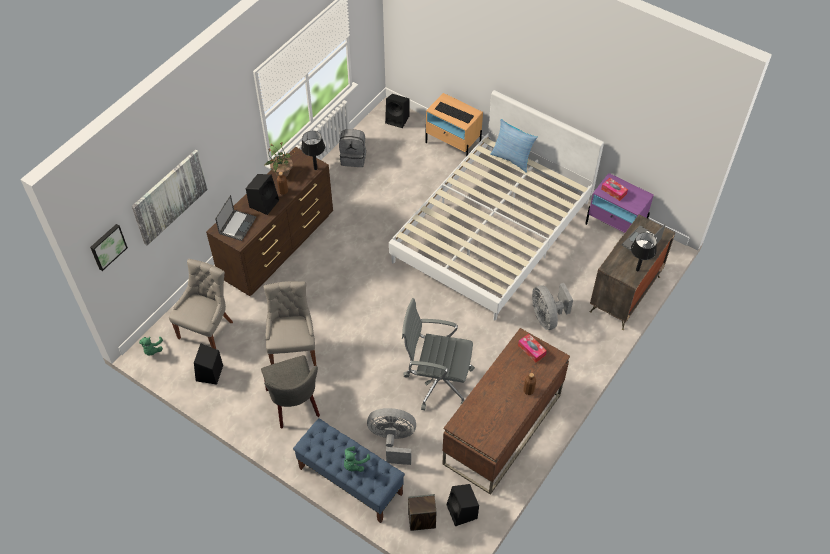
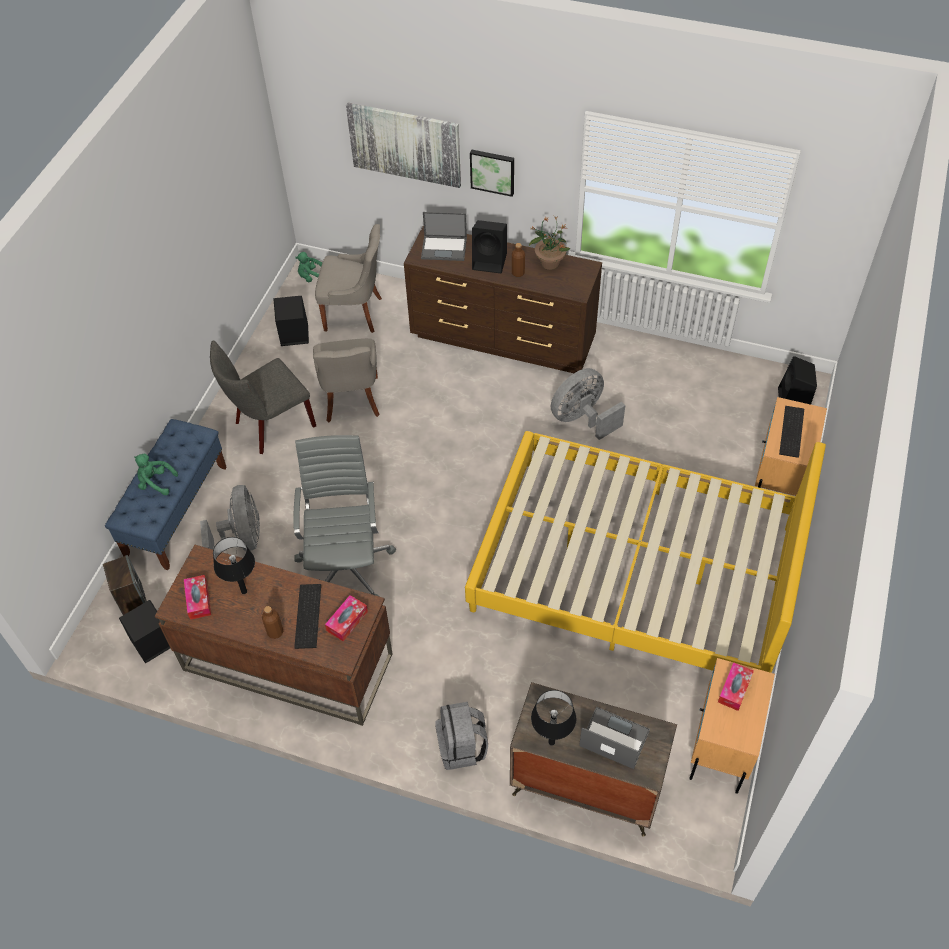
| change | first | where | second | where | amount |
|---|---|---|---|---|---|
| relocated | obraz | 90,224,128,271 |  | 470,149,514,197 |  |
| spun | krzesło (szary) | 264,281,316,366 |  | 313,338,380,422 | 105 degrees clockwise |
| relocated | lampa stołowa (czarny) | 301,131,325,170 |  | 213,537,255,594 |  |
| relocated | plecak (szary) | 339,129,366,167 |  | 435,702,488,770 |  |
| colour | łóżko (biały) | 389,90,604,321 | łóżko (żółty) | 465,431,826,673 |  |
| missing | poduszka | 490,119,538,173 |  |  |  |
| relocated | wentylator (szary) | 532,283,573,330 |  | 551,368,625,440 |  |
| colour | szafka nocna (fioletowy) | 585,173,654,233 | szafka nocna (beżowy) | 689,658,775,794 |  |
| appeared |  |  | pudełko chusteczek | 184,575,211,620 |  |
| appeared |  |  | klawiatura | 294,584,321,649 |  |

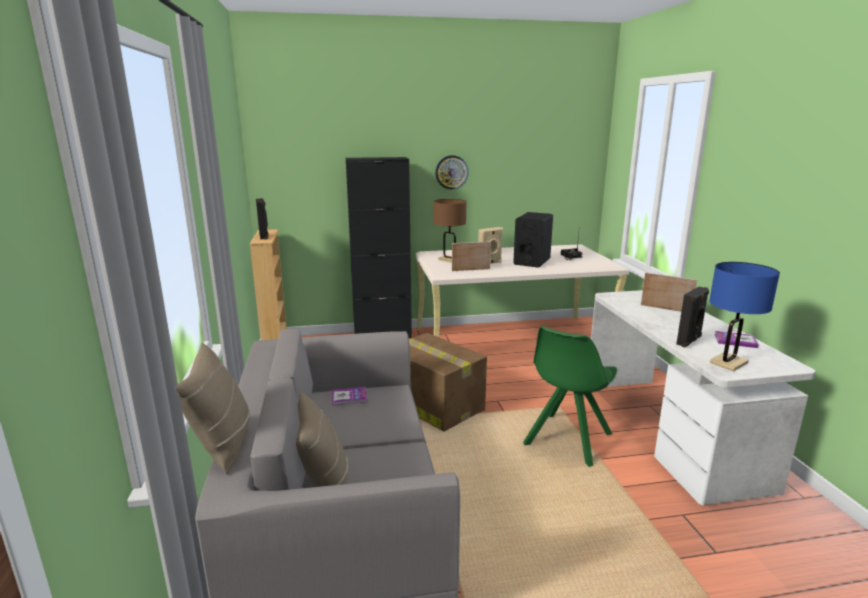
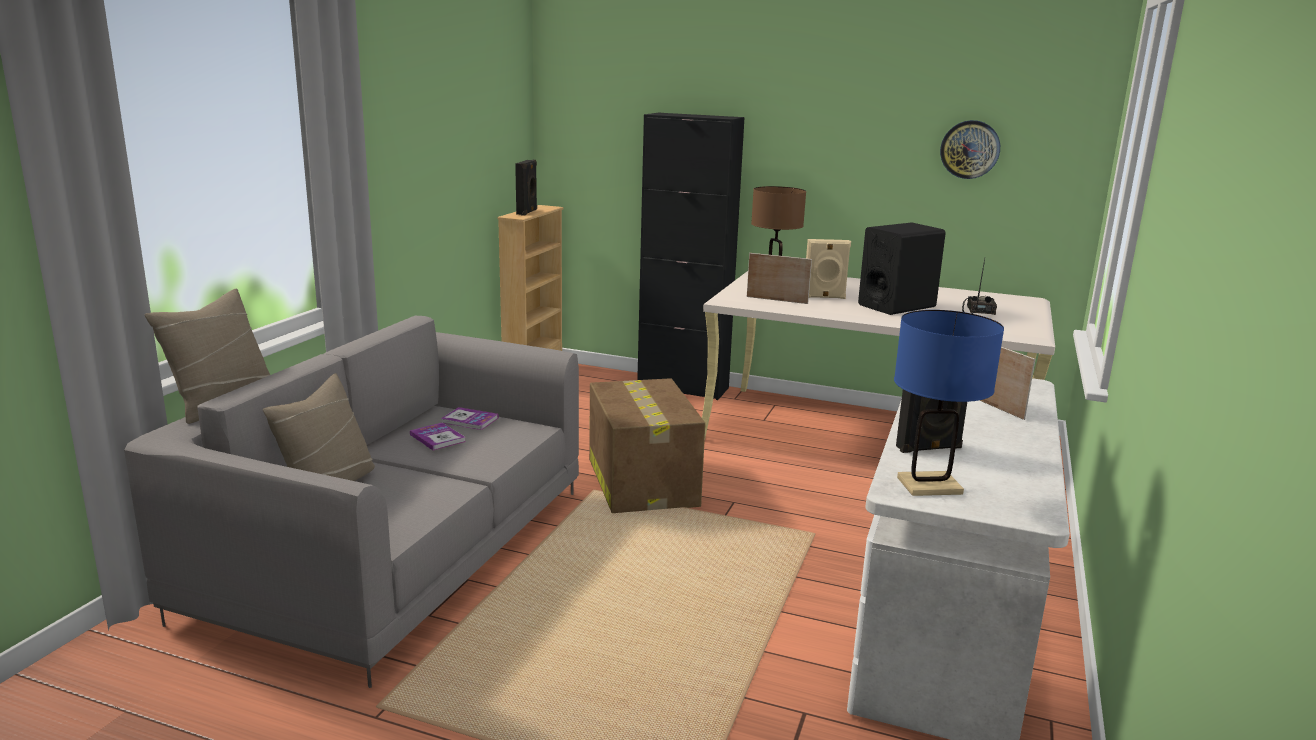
| change | first | where | second | where | amount |
|---|---|---|---|---|---|
| relocated | zegar ścienny | 435,155,469,190 |  | 940,120,1000,179 |  |
| missing | krzesło (zielony) | 523,326,618,467 |  |  |  |
| relocated | książka | 715,331,759,348 |  | 410,423,465,450 |  |

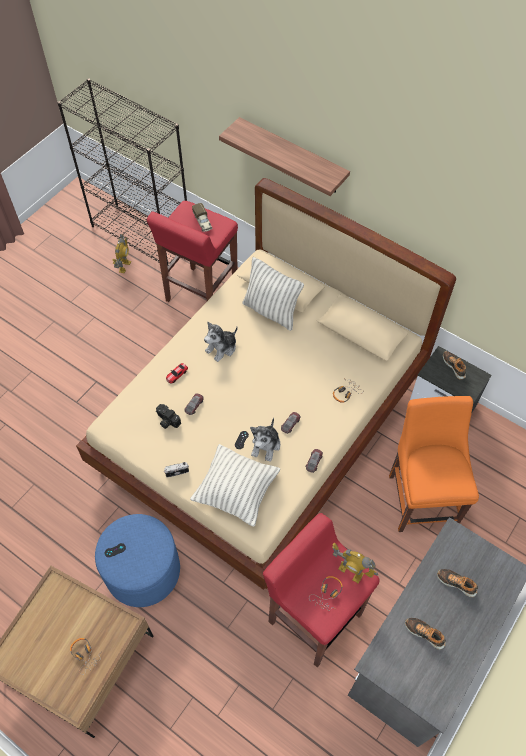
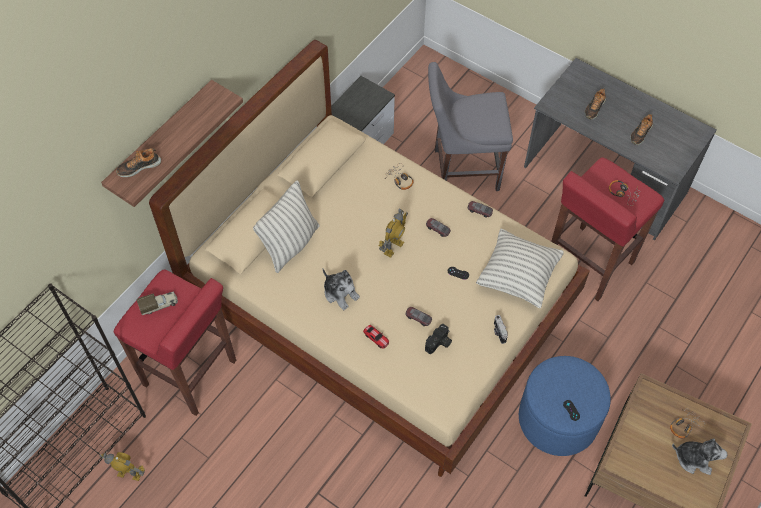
| change | first | where | second | where | amount |
|---|---|---|---|---|---|
| relocated | pluszak | 250,417,280,462 |  | 672,439,727,475 |  |
| relocated | robot zabawkowy | 332,543,378,584 |  | 379,208,408,258 |  |
| colour | krzesło (pomarańczowy) | 389,396,479,532 | krzesło (szary) | 428,62,513,191 |  |
| relocated | but | 443,351,466,379 |  | 116,148,161,177 |  |

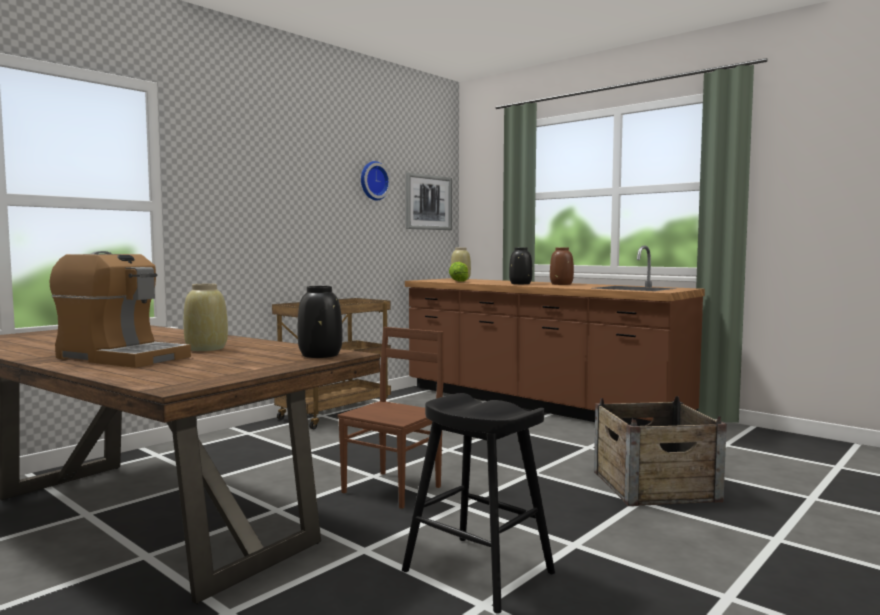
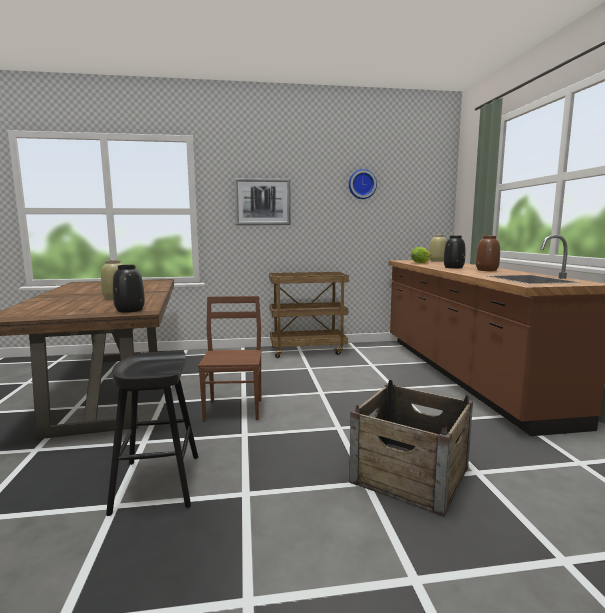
| change | first | where | second | where | amount |
|---|---|---|---|---|---|
| missing | ekspres do kawy | 50,251,191,368 |  |  |  |
| spun | krzesło (brązowy) | 338,327,444,509 |  | 198,296,262,421 | 75 degrees counterclockwise |
| relocated | obraz | 406,173,452,230 |  | 234,178,291,225 |  |

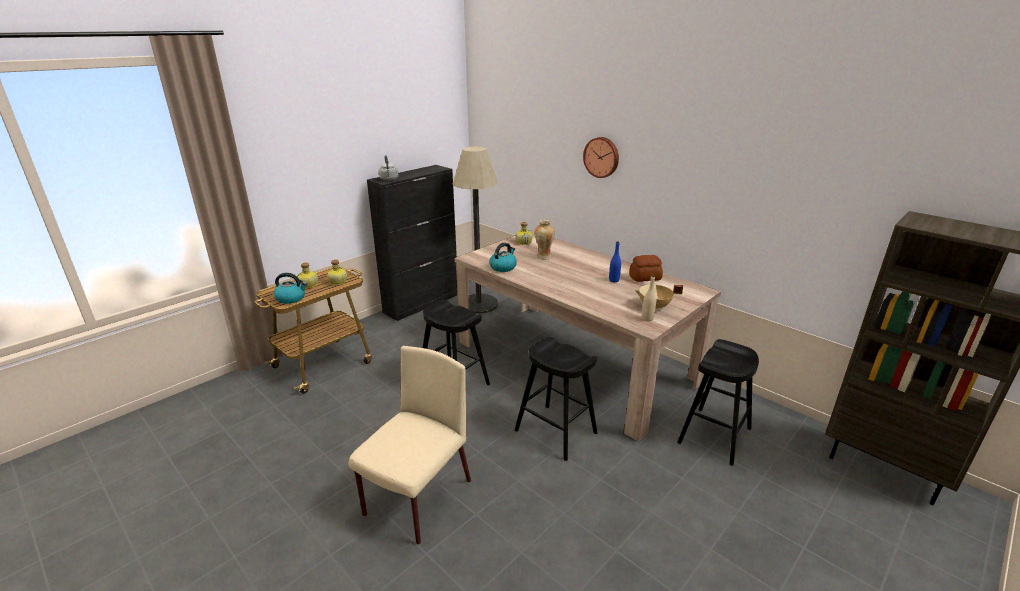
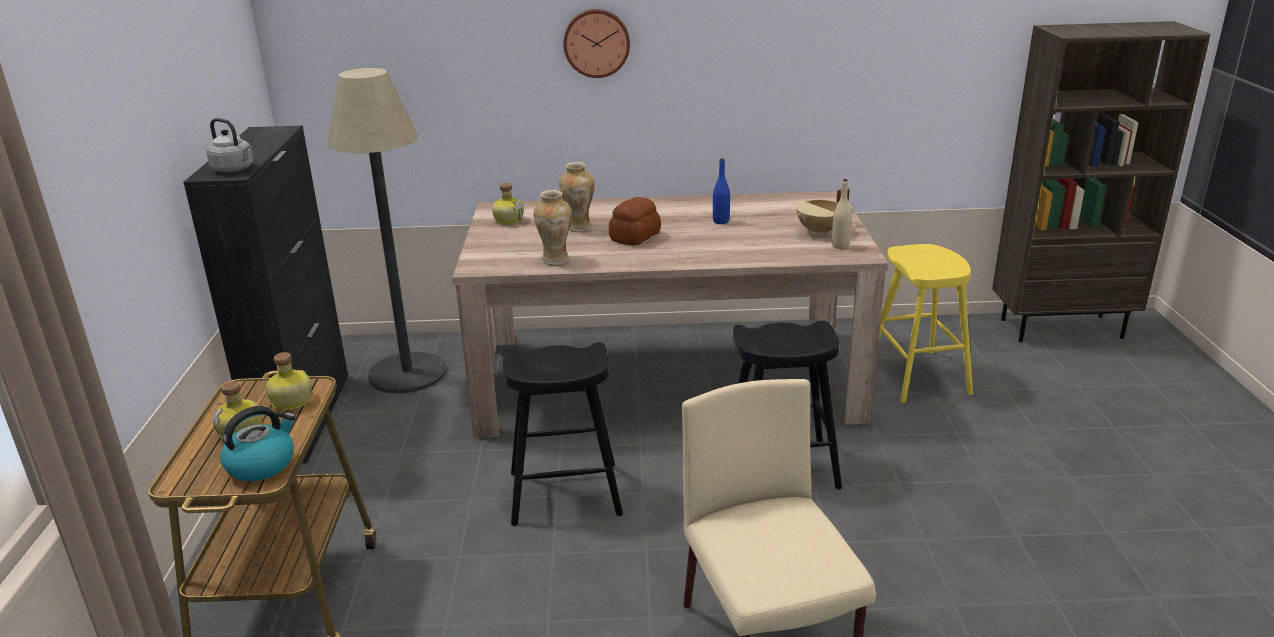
| change | first | where | second | where | amount |
|---|---|---|---|---|---|
| exchanged | czajnik | 489,242,517,272 | wazon | 533,190,572,265 |  |
| relocated | chleb | 629,255,663,282 |  | 609,197,661,246 |  |
| colour | stołek (czarny) | 677,339,759,466 | stołek (żółty) | 879,244,973,403 |  |

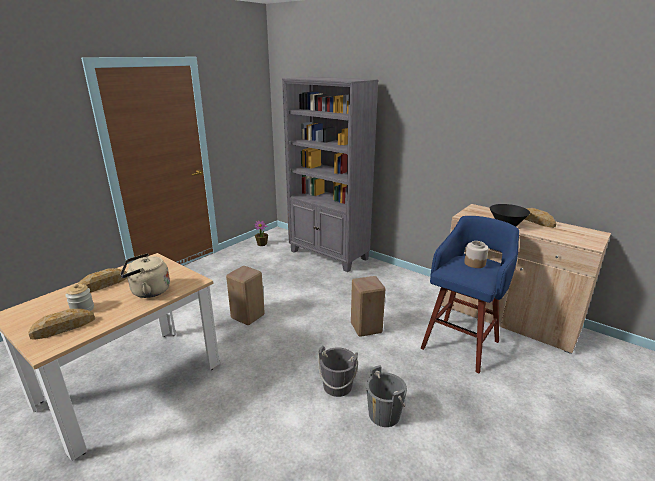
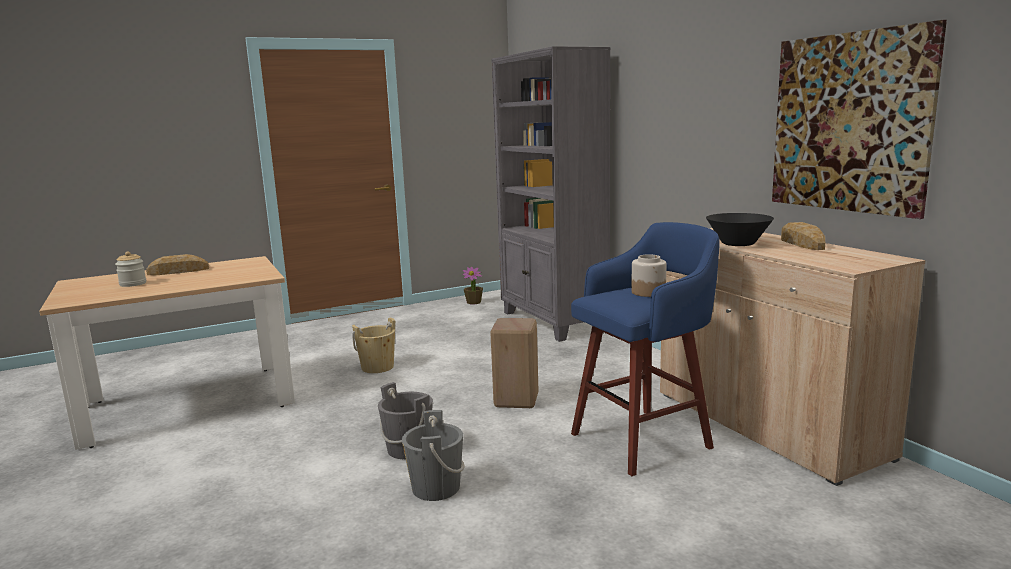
| change | first | where | second | where | amount |
|---|---|---|---|---|---|
| missing | chleb | 28,309,95,340 |  |  |  |
| missing | czajnik (beżowy) | 120,253,170,298 |  |  |  |
| exchanged | stołek (beżowy) | 226,266,265,325 | wiadro (beżowy) | 352,318,395,373 |  |
| appeared |  |  | obraz | 772,20,947,219 |  |

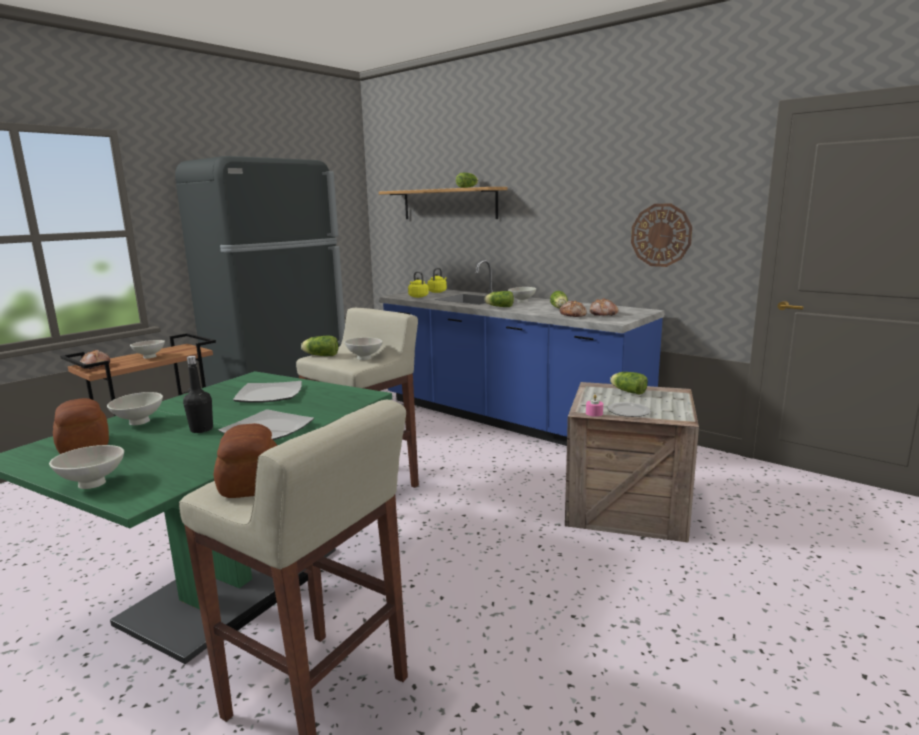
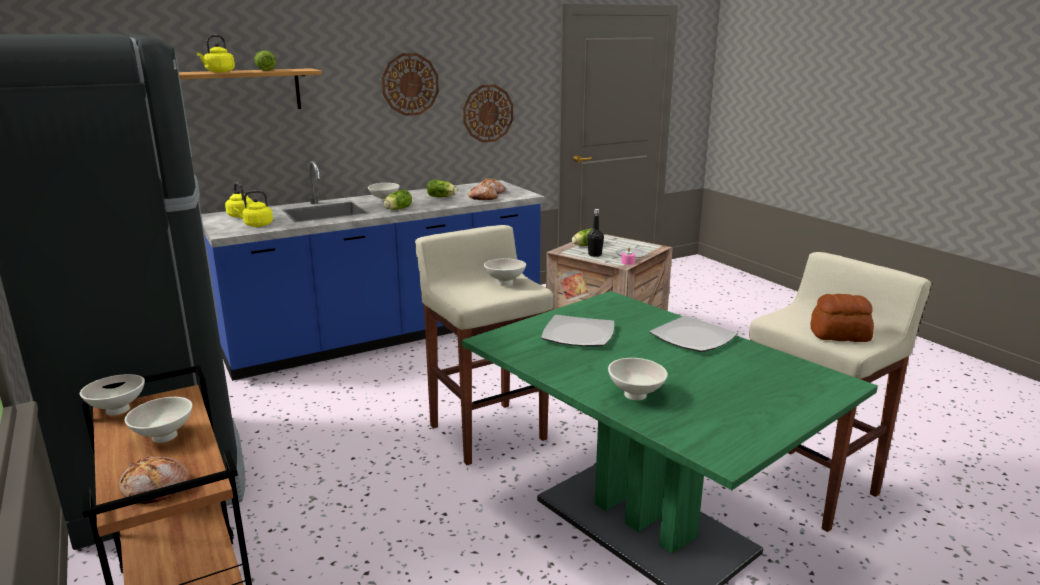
| change | first | where | second | where | amount |
|---|---|---|---|---|---|
| relocated | miska (biały) | 49,445,124,489 |  | 80,374,145,416 |  |
| missing | chleb | 53,398,109,454 |  |  |  |
| relocated | butelka (czarny) | 183,356,213,433 |  | 587,209,604,257 |  |
| missing | sałata | 301,336,339,356 |  |  |  |
| appeared |  |  | czajnik (żółty) | 197,35,235,72 |  |
| appeared |  |  | zegar ścienny | 381,53,439,116 |  |

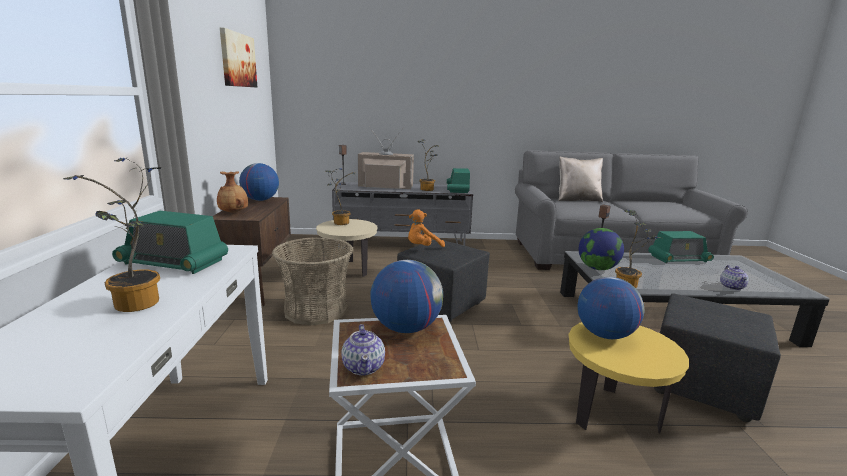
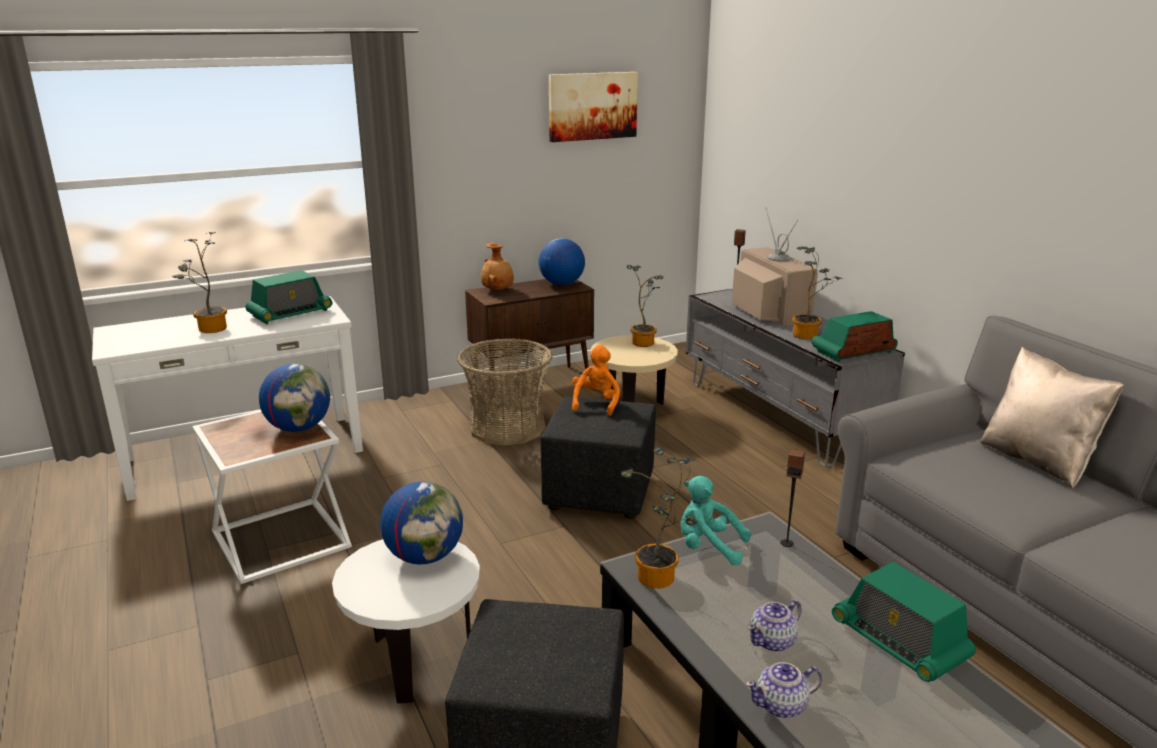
| change | first | where | second | where | amount |
|---|---|---|---|---|---|
| spun | radio | 112,211,228,274 |  | 246,270,332,324 | 120 degrees counterclockwise |
| relocated | imbryk | 341,324,385,376 |  | 747,600,802,652 |  |
| spun | pluszak (pomarańczowy) | 408,209,445,247 |  | 572,345,620,416 | 75 degrees clockwise |
| colour | stolik (żółty) | 569,322,689,433 | stolik (biały) | 332,539,480,703 |  |
| exchanged | globus | 579,228,624,270 | pluszak (turkusowy) | 680,476,751,566 |  |

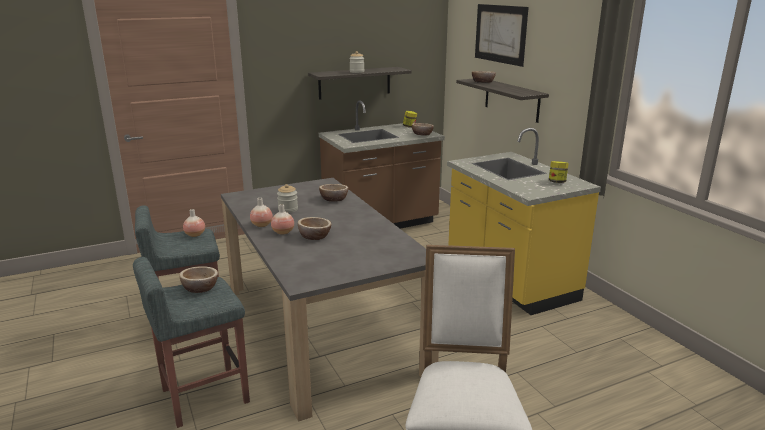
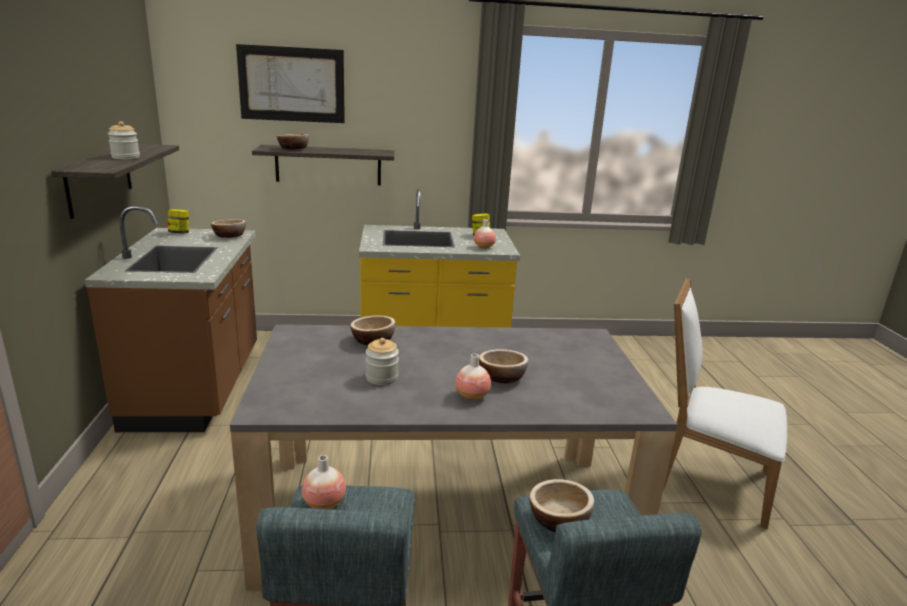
| change | first | where | second | where | amount |
|---|---|---|---|---|---|
| relocated | wazon | 250,198,273,227 |  | 474,219,496,249 |  |

